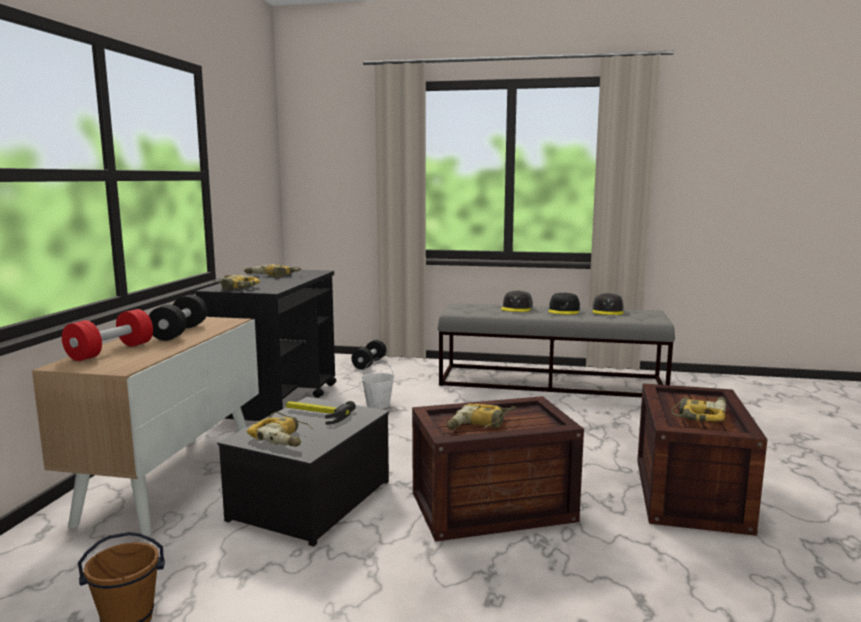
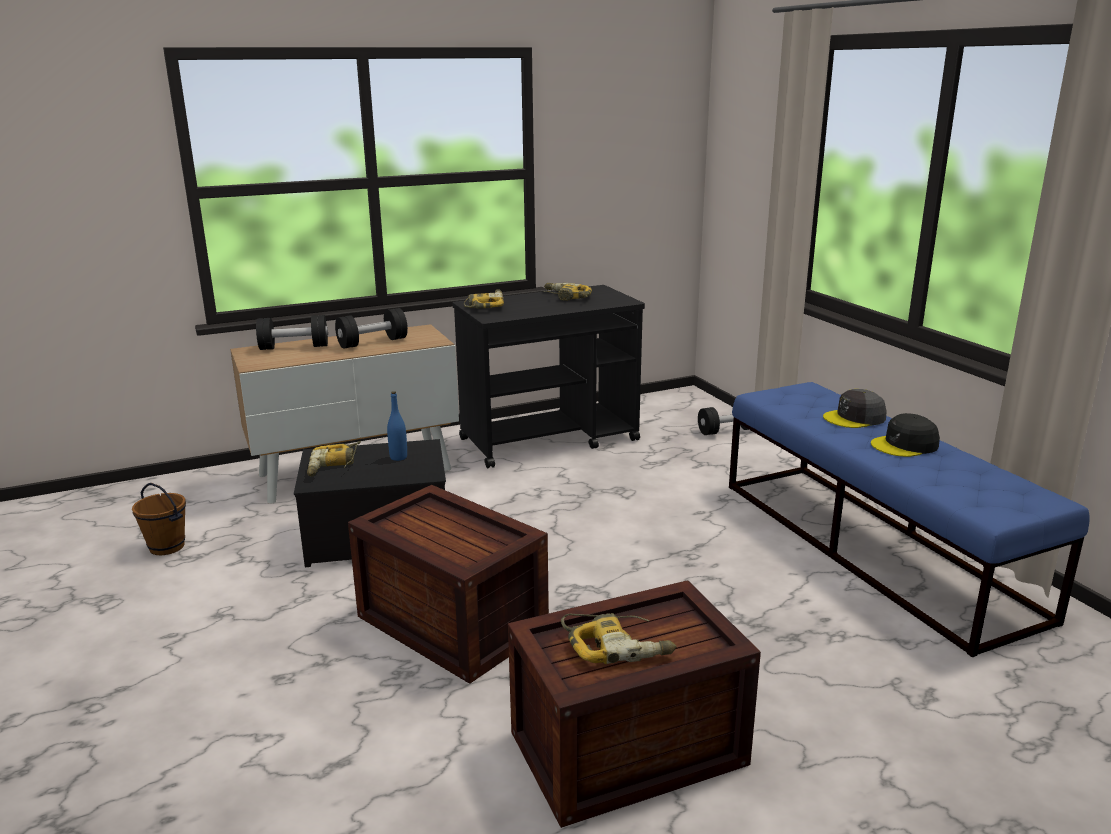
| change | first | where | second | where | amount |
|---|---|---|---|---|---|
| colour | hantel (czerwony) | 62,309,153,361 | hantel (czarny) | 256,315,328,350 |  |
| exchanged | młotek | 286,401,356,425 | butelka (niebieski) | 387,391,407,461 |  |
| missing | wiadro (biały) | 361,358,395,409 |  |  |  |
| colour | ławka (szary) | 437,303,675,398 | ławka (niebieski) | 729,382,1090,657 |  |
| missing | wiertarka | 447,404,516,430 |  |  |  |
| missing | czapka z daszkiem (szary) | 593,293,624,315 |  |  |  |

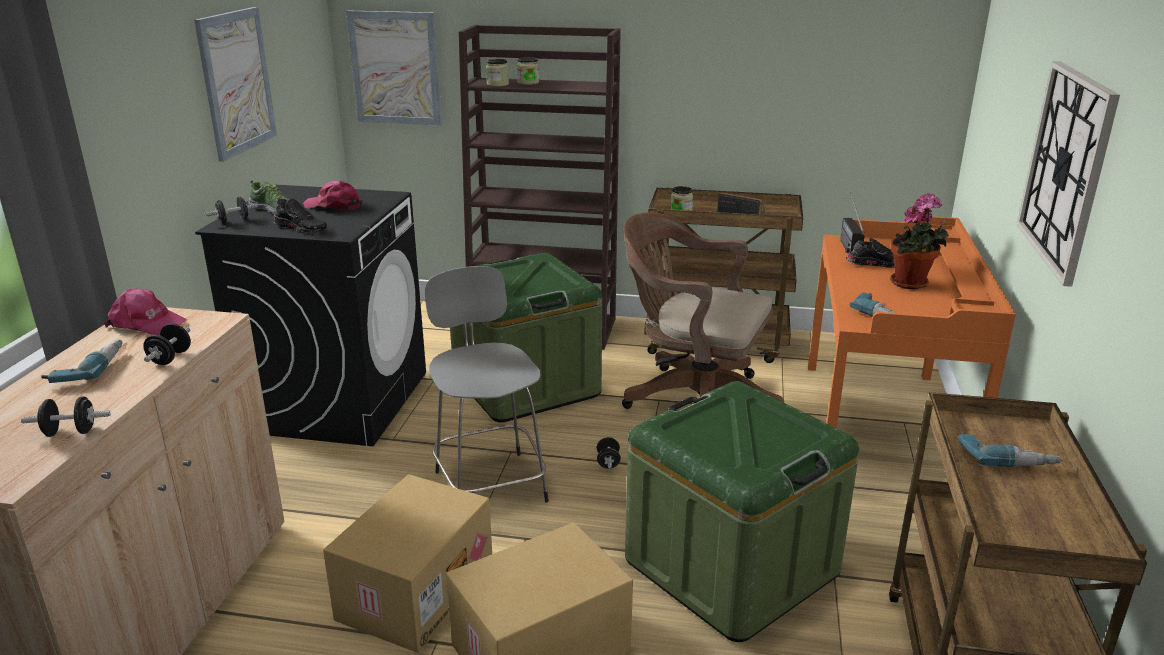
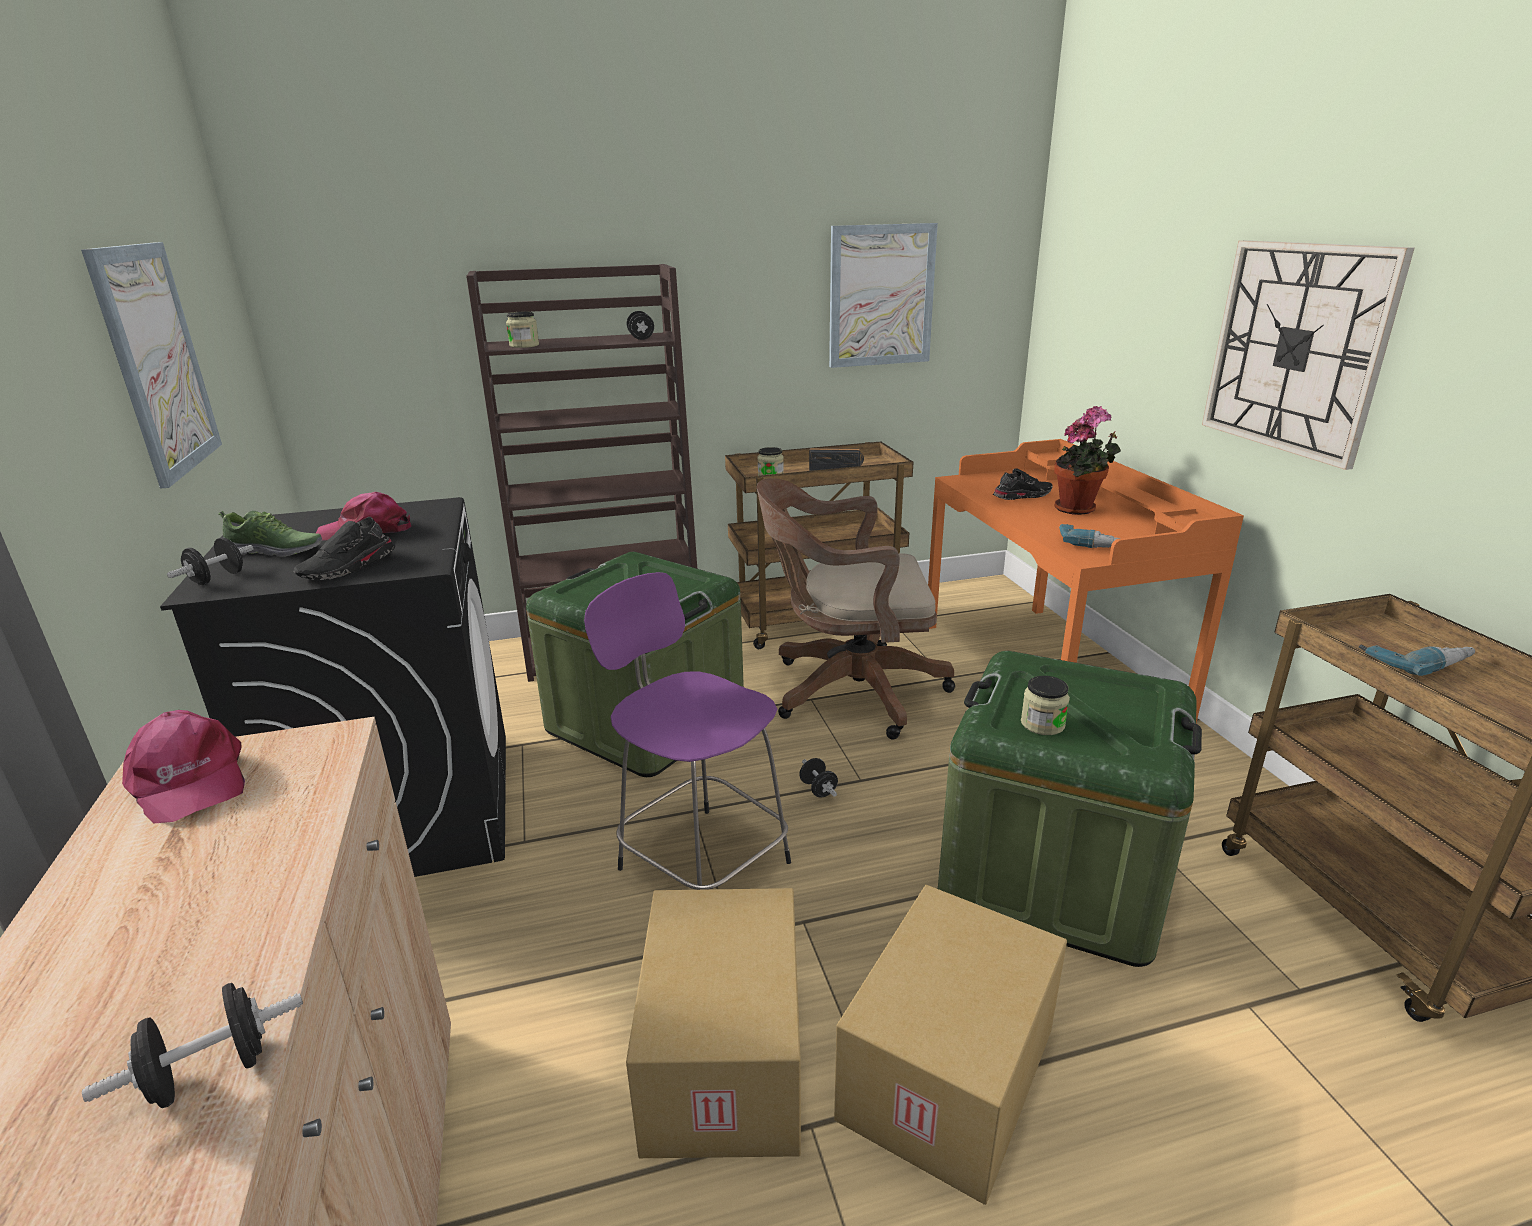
| change | first | where | second | where | amount |
|---|---|---|---|---|---|
| missing | wiertarka | 41,340,123,383 |  |  |  |
| spun | czapka z daszkiem (różowy) | 104,288,187,335 |  | 122,710,245,824 | 60 degrees clockwise |
| relocated | hantel (czarny) | 143,323,191,365 |  | 627,311,654,340 |  |
| spun | but (czarny) | 273,199,327,234 |  | 293,517,395,580 | 120 degrees clockwise |
| relocated | obraz | 346,11,442,125 |  | 829,223,938,368 |  |
| colour | stołek (szary) | 424,266,549,502 | stołek (fioletowy) | 584,572,791,890 |  |
| relocated | słoik | 517,57,539,85 |  | 1021,676,1070,735 |  |
| missing | radio | 840,192,865,254 |  |  |  |

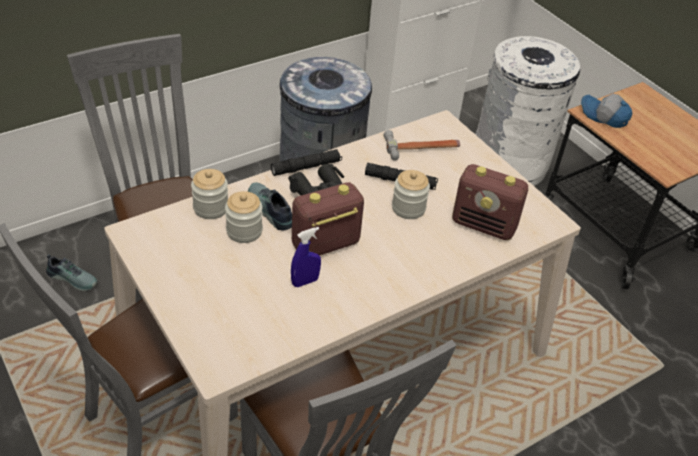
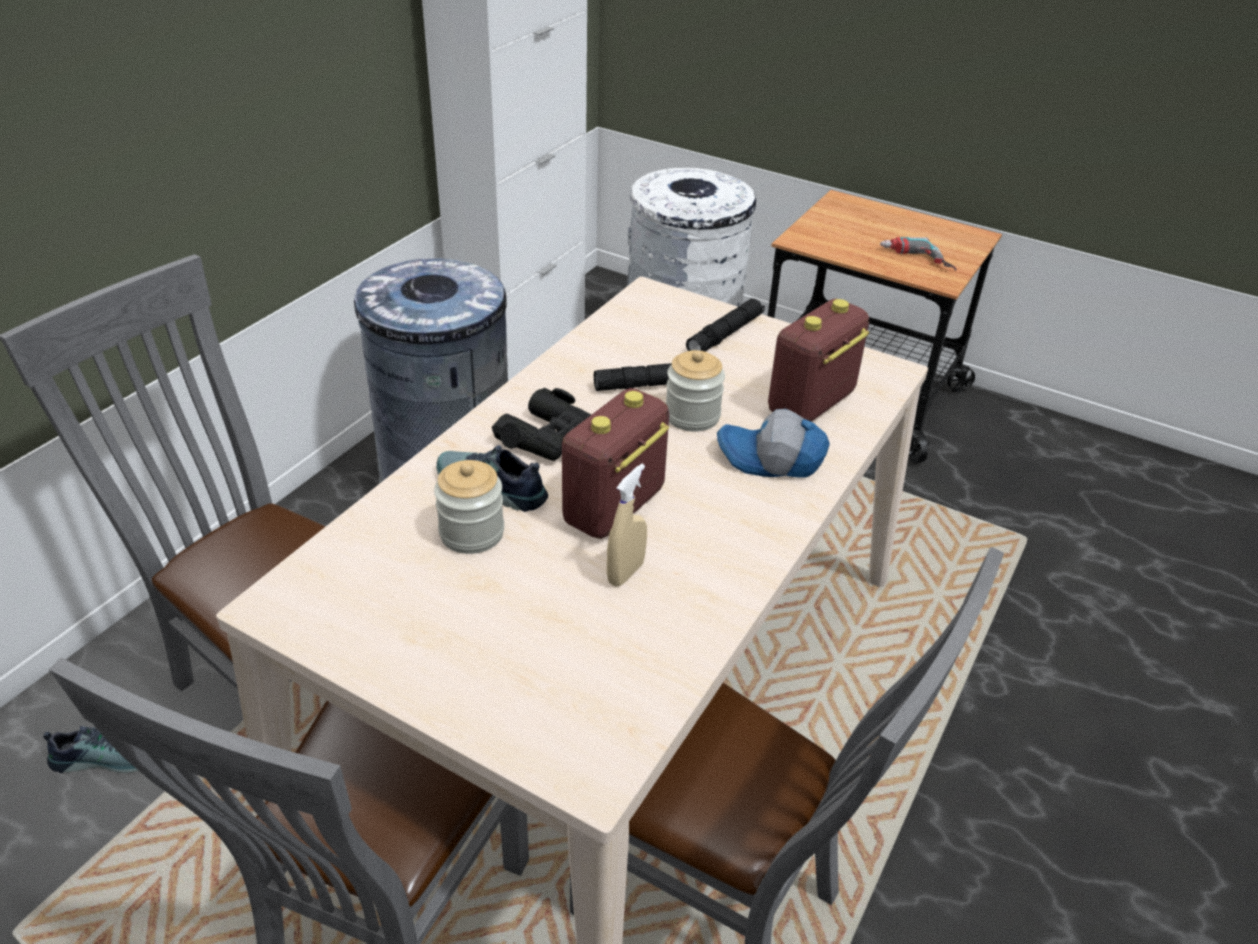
| change | first | where | second | where | amount |
|---|---|---|---|---|---|
| missing | słoik | 191,169,228,219 |  |  |  |
| relocated | latarka (czarny) | 271,149,342,176 |  | 686,298,765,352 |  |
| colour | spryskiwacz (niebieski) | 291,227,321,287 | spryskiwacz (beżowy) | 607,464,647,587 |  |
| missing | młotek | 384,130,460,161 |  |  |  |
| spun | radio | 452,164,528,240 |  | 768,299,869,422 | 135 degrees clockwise |
| relocated | czapka z daszkiem | 581,94,632,128 |  | 717,409,830,478 |  |
| appeared |  |  | wiertarka | 880,237,956,271 |  |

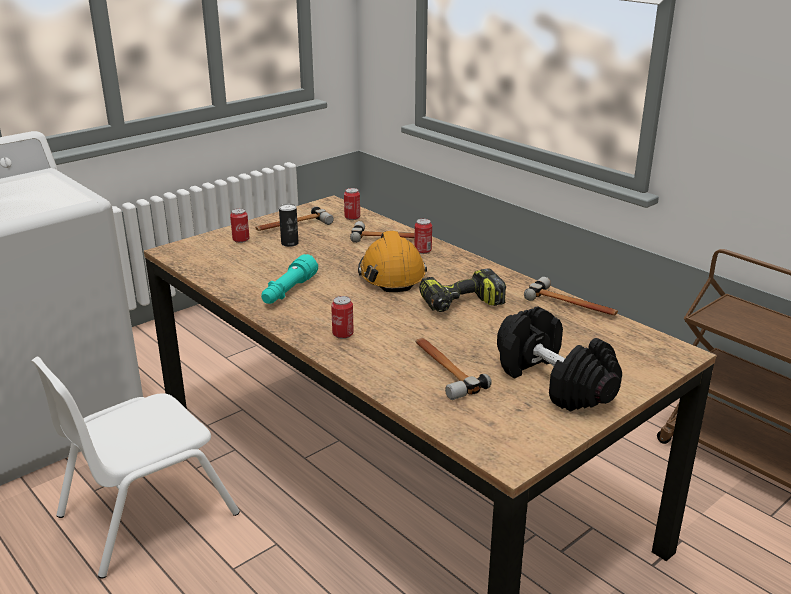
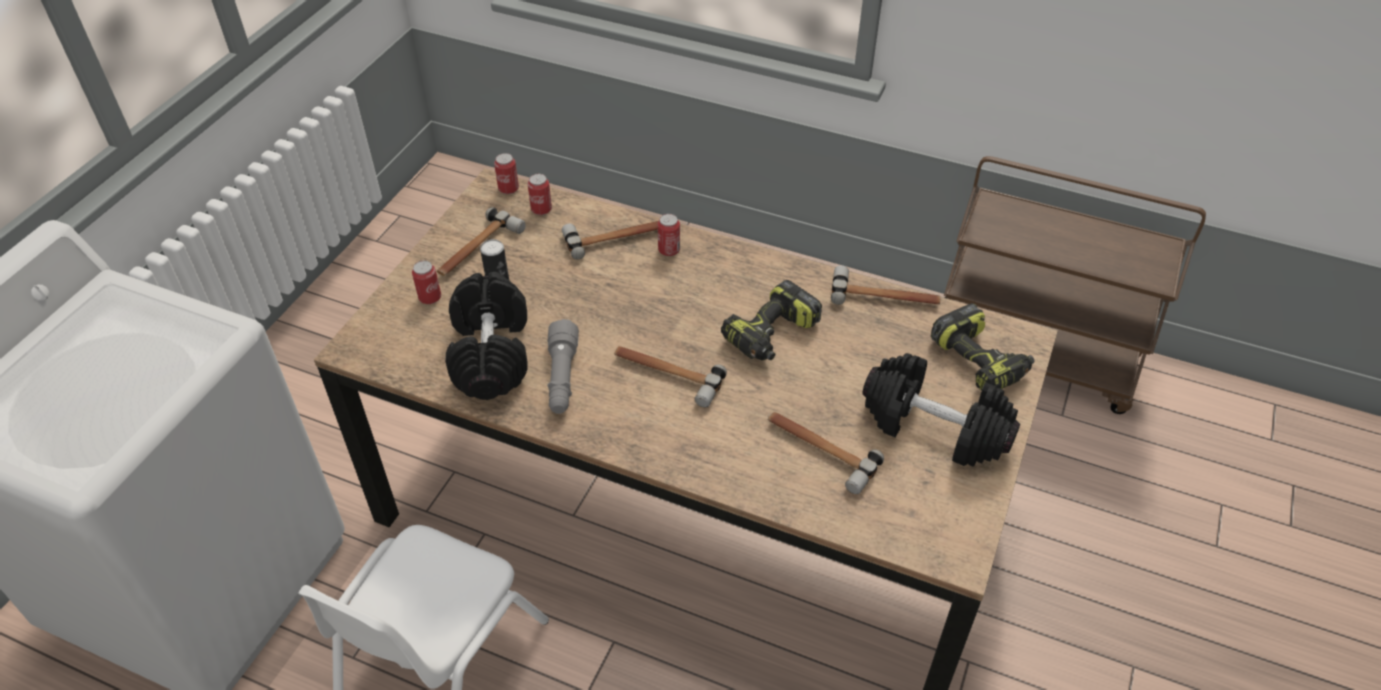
| change | first | where | second | where | amount |
|---|---|---|---|---|---|
| colour | latarka (turkusowy) | 261,254,318,304 | latarka (szary) | 547,319,579,414 |  |
| relocated | puszka | 331,296,354,339 |  | 494,153,519,194 |  |
| missing | kask (pomarańczowy) | 358,231,427,292 |  |  |  |
| appeared |  |  | hantel (czarny) | 445,272,527,400 |  |
| appeared |  |  | młotek | 614,346,727,407 |  |
| appeared |  |  | wiertarka | 931,303,1035,391 |  |

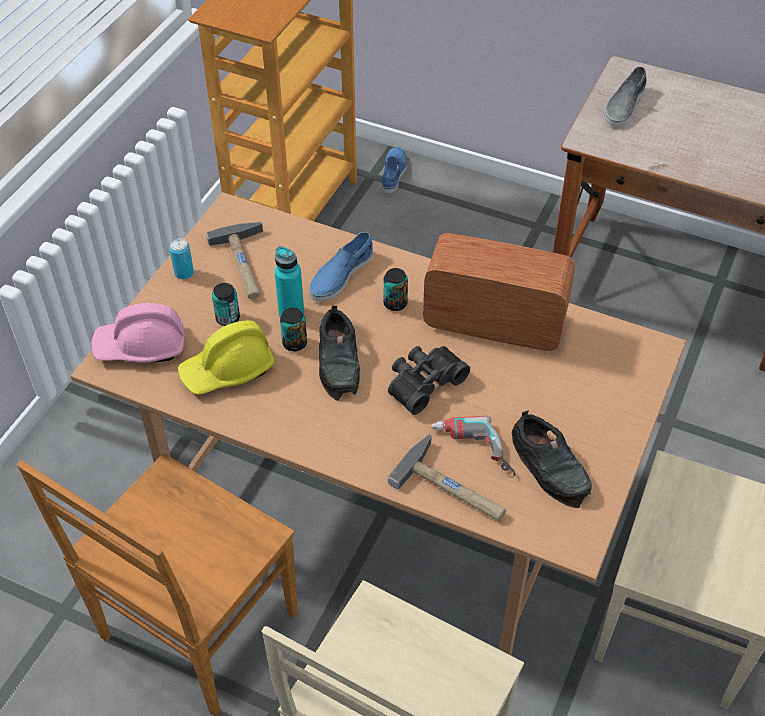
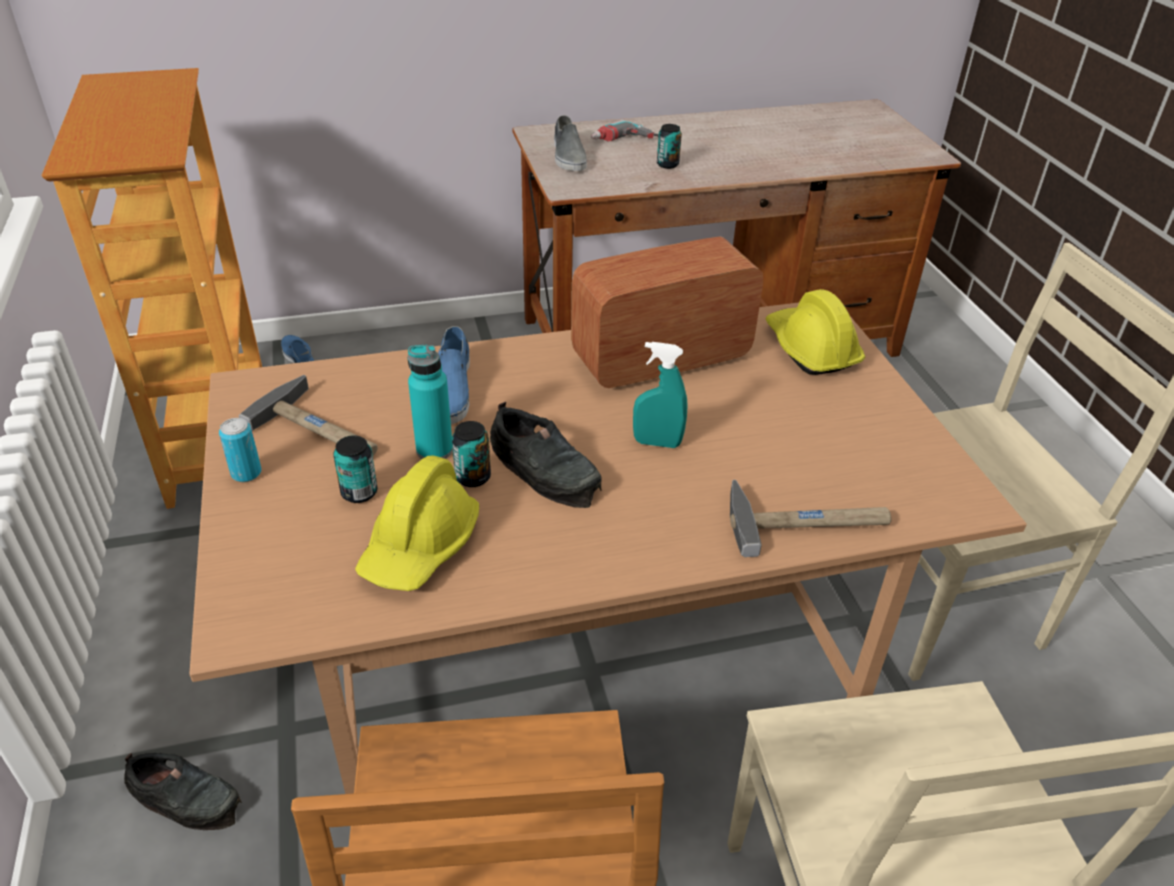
| change | first | where | second | where | amount |
|---|---|---|---|---|---|
| missing | kask (różowy) | 91,303,185,363 |  |  |  |
| relocated | puszka | 383,268,408,311 |  | 657,124,682,169 |  |
| exchanged | lornetka (czarny) | 388,346,470,415 | spryskiwacz (turkusowy) | 633,342,688,448 |  |
| relocated | wiertarka | 431,416,515,476 |  | 591,119,659,142 |  |
| relocated | but (czarny) | 512,410,592,508 |  | 124,753,242,830 |  |
| appeared |  |  | kask (żółty) | 765,289,865,375 |  |

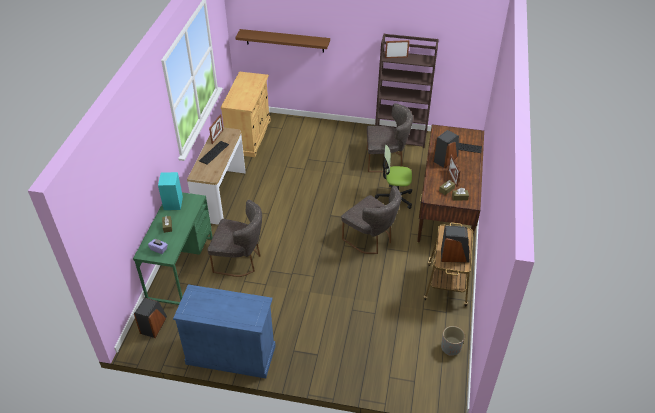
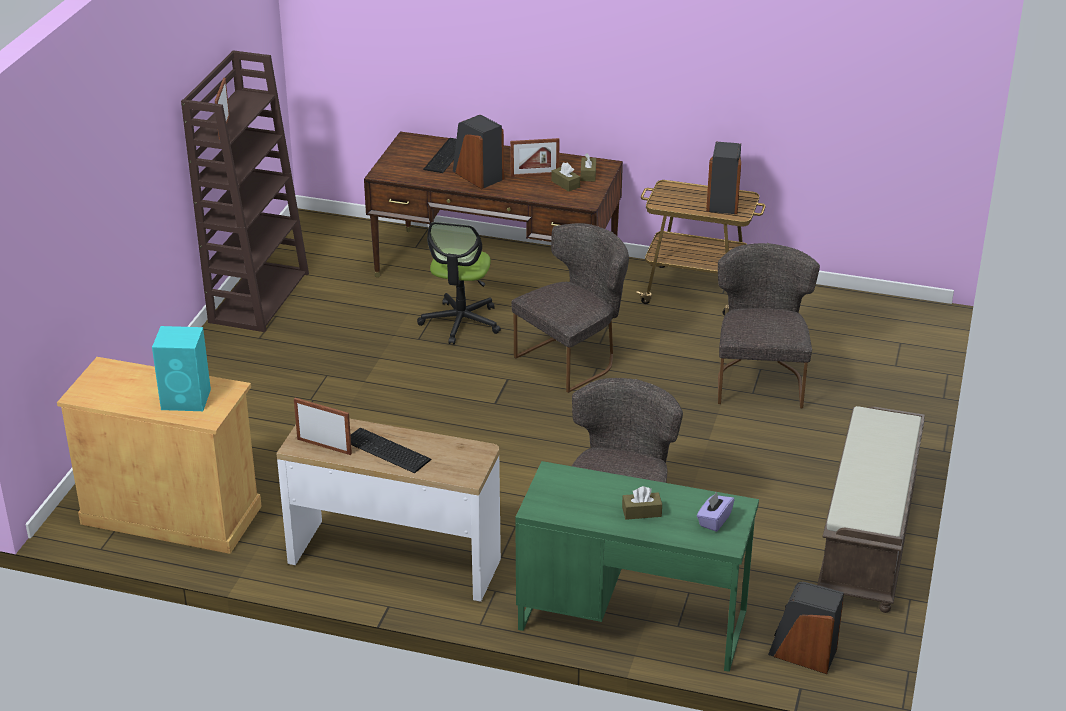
| change | first | where | second | where | amount |
|---|---|---|---|---|---|
| relocated | głośnik (turkusowy) | 158,172,183,210 |  | 152,326,211,411 |  |
| exchanged | szafka (niebieski) | 173,284,276,378 | ławka (brązowy) | 817,406,925,613 |  |
| missing | półka (brązowy) | 235,29,330,52 |  |  |  |
| relocated | krzesło (szary) | 367,103,413,172 |  | 718,243,820,408 |  |
| missing | donica (szary) | 441,326,465,356 |  |  |  |

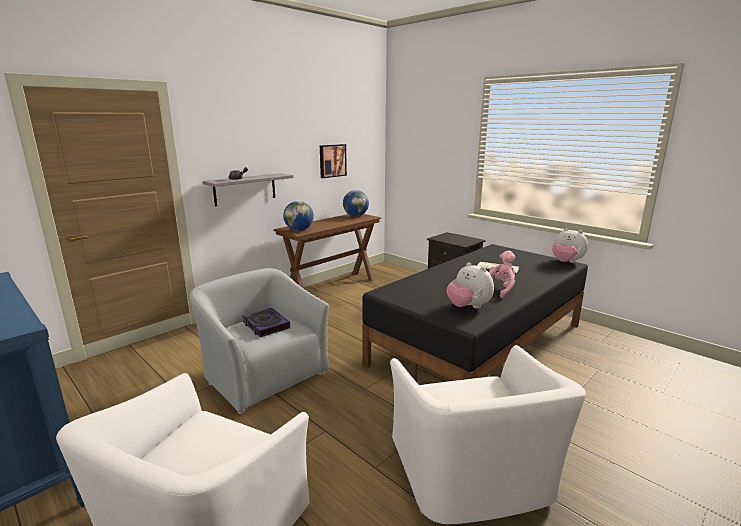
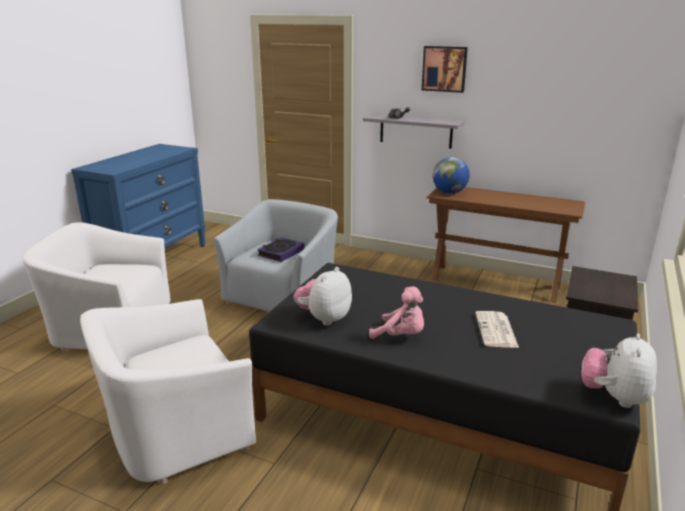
| change | first | where | second | where | amount |
|---|---|---|---|---|---|
| relocated | obraz | 320,144,347,178 |  | 422,46,468,93 |  |
| missing | globus | 343,190,369,216 |  |  |  |

